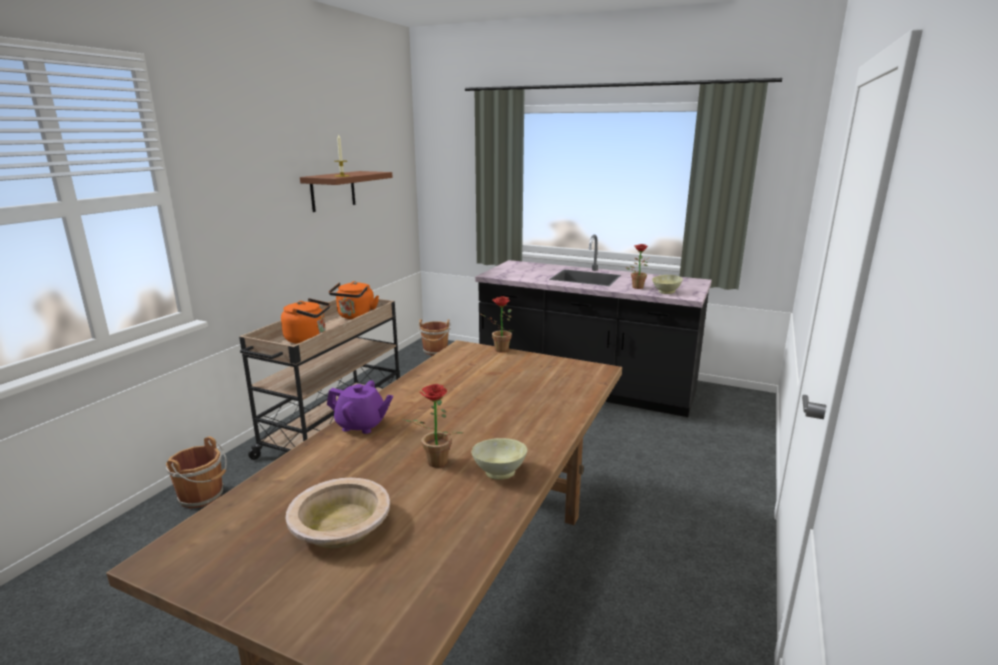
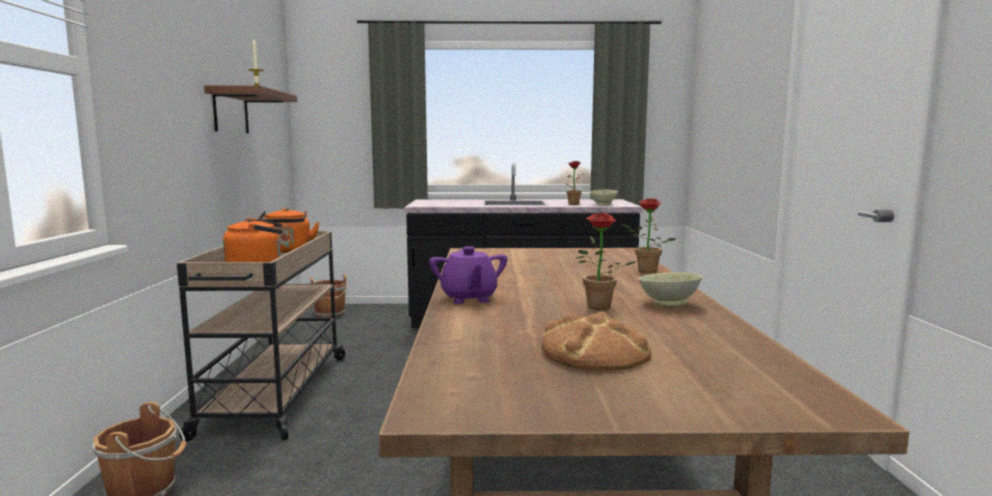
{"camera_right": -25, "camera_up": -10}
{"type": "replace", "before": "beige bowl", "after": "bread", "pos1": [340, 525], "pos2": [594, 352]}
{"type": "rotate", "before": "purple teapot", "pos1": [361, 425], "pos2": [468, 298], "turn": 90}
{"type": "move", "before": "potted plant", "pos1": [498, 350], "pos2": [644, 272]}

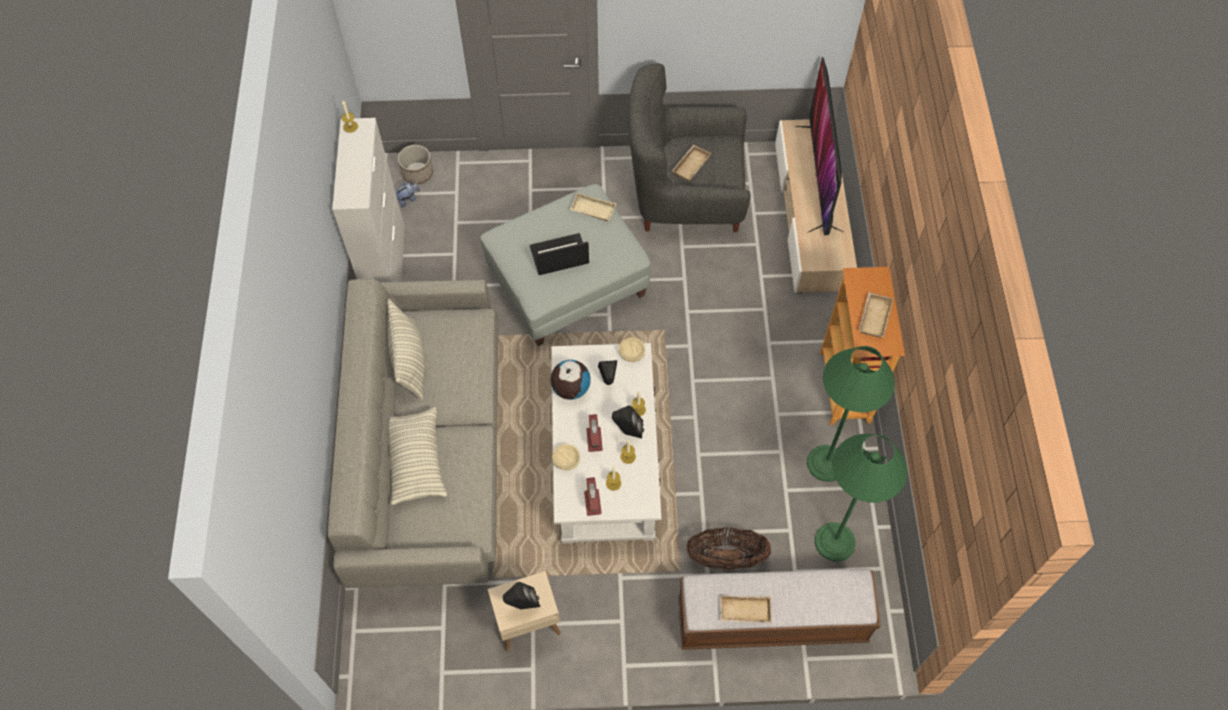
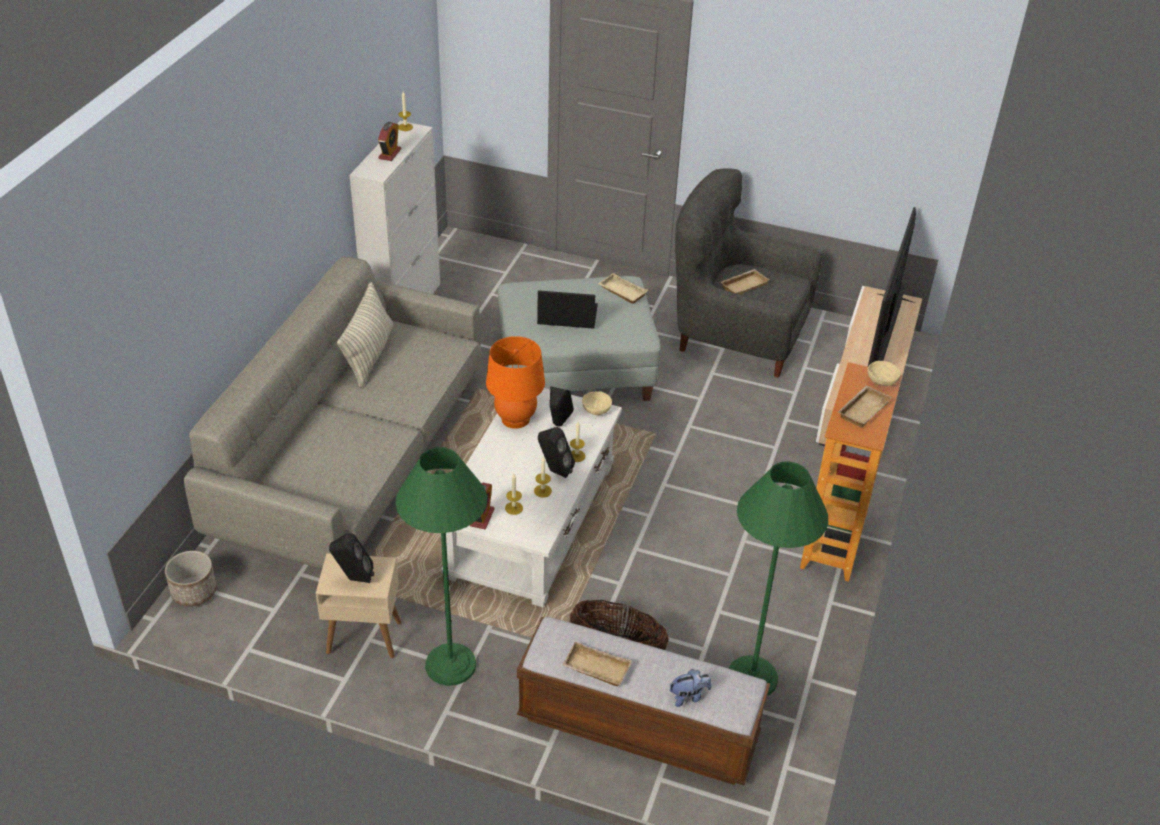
{"camera_right": 20, "camera_up": -20}
{"type": "delete", "before": "pillow", "pos1": [416, 461]}
{"type": "move", "before": "plush toy", "pos1": [408, 199], "pos2": [688, 696]}
{"type": "move", "before": "planter", "pos1": [417, 173], "pos2": [194, 591]}
{"type": "replace", "before": "globe", "after": "orange table lamp", "pos1": [570, 388], "pos2": [515, 419]}
{"type": "move", "before": "beige bowl", "pos1": [566, 461], "pos2": [881, 381]}
{"type": "move", "before": "alarm clock", "pos1": [594, 439], "pos2": [390, 154]}
{"type": "move", "before": "green floor lamp", "pos1": [826, 463], "pos2": [450, 665]}

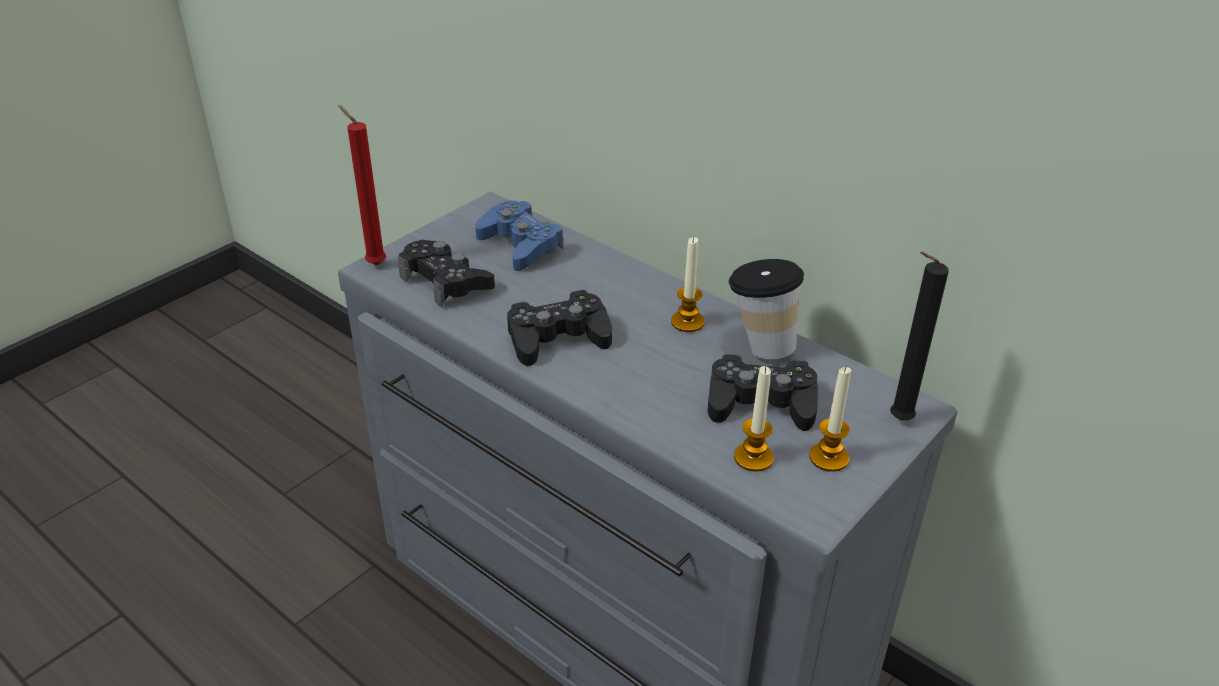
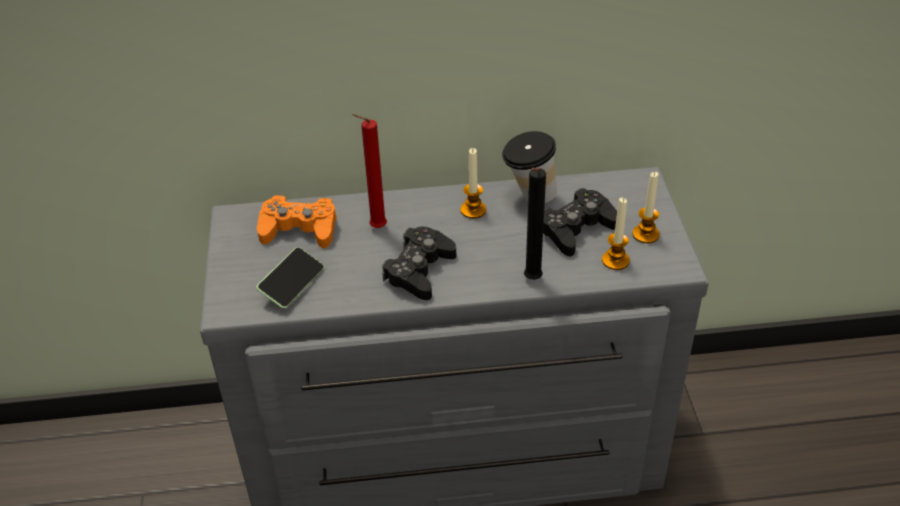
{"camera_right": -45, "camera_up": 5}
{"type": "move", "before": "red candle", "pos1": [373, 264], "pos2": [375, 228]}
{"type": "replace", "before": "black game controller", "after": "phone", "pos1": [446, 281], "pos2": [292, 285]}
{"type": "recolor", "before": "blue game controller", "after": "orange game controller", "pos1": [520, 245], "pos2": [299, 229]}
{"type": "move", "before": "black candle", "pos1": [896, 420], "pos2": [531, 281]}

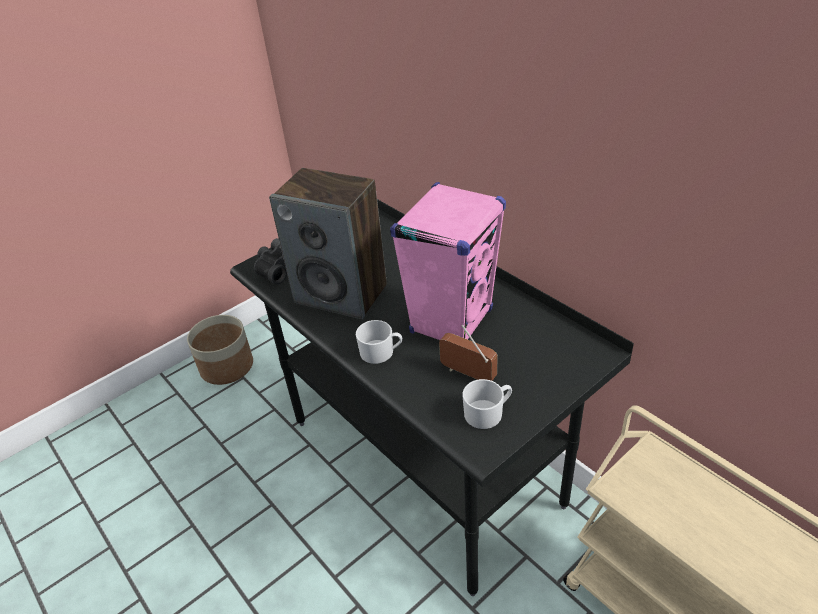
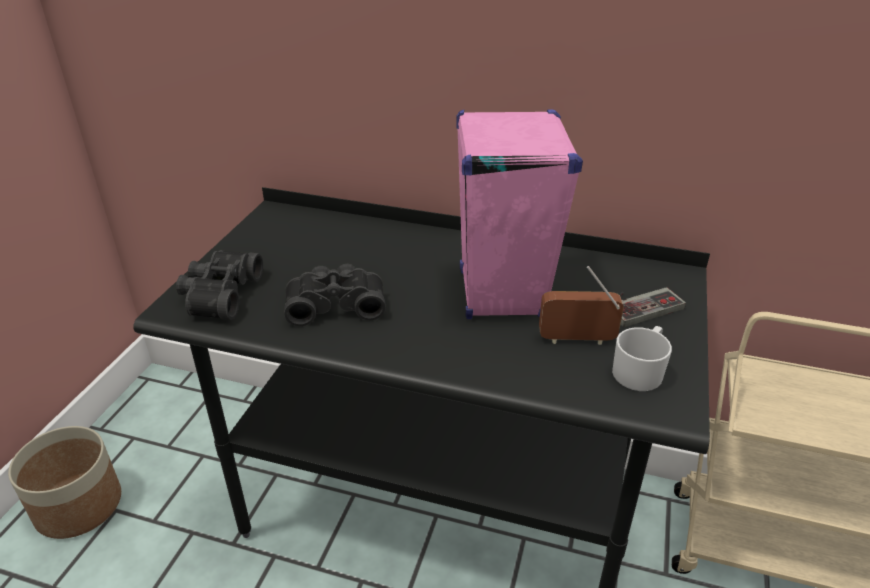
{"camera_right": -35, "camera_up": -5}
{"type": "replace", "before": "speaker", "after": "black binoculars", "pos1": [342, 294], "pos2": [335, 304]}
{"type": "delete", "before": "white mug", "pos1": [381, 352]}
{"type": "insert", "after": "game controller", "pos2": [639, 304]}

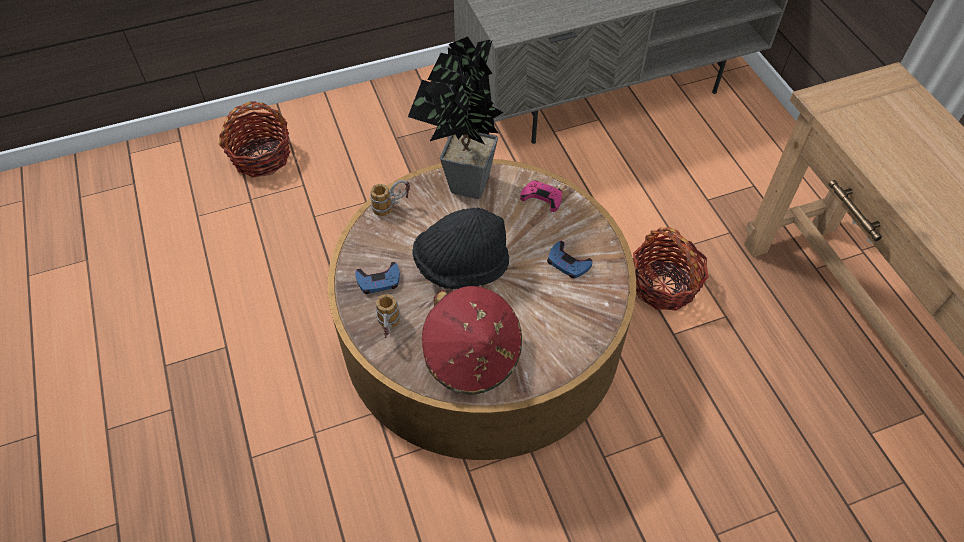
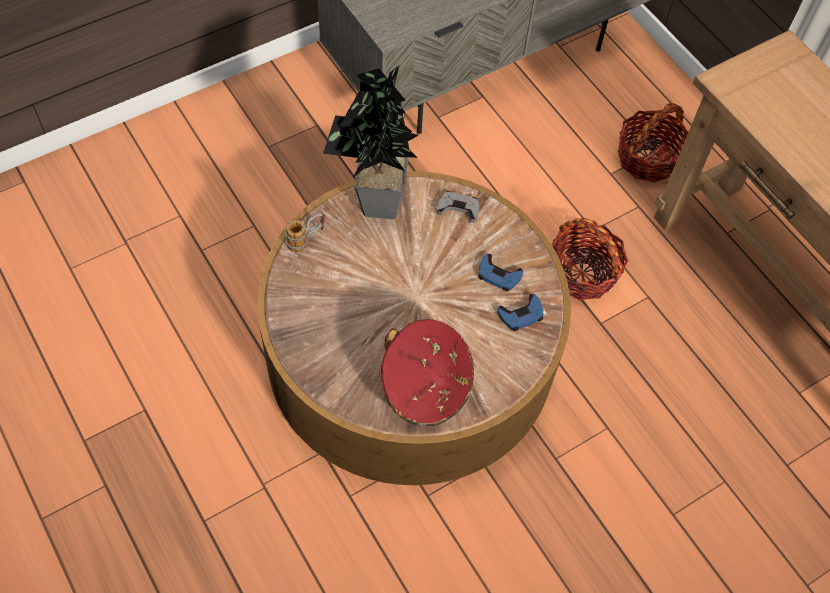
{"camera_right": -15, "camera_up": 5}
{"type": "move", "before": "basket", "pos1": [261, 156], "pos2": [648, 158]}
{"type": "move", "before": "blue game controller", "pos1": [379, 281], "pos2": [521, 315]}
{"type": "delete", "before": "mug", "pos1": [389, 328]}
{"type": "delete", "before": "black hat", "pos1": [461, 266]}
{"type": "recolor", "before": "pink game controller", "after": "grey game controller", "pos1": [542, 197], "pos2": [458, 208]}

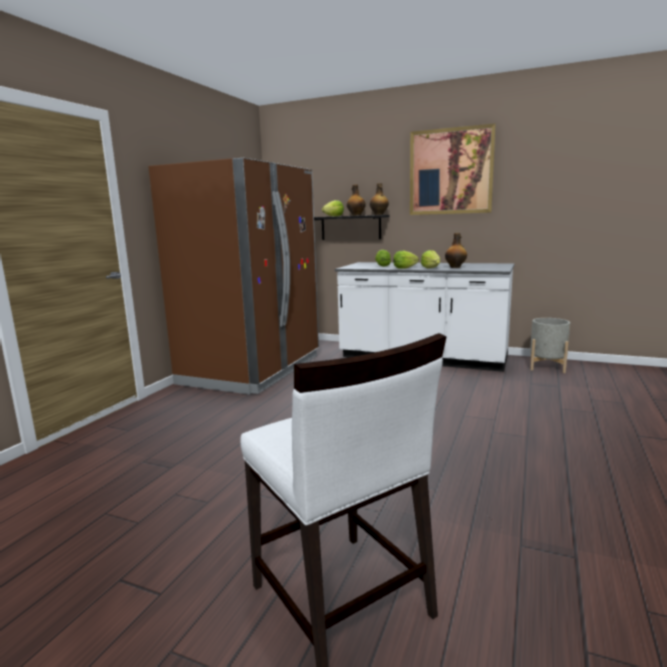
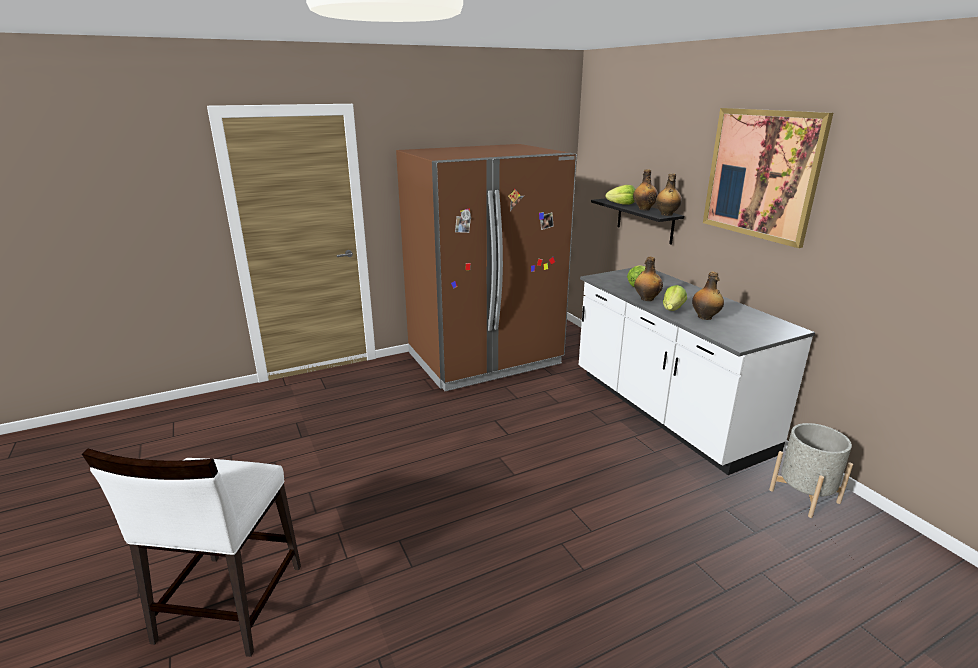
{"camera_right": 40, "camera_up": 10}
{"type": "replace", "before": "lettuce", "after": "bottle", "pos1": [404, 268], "pos2": [646, 299]}

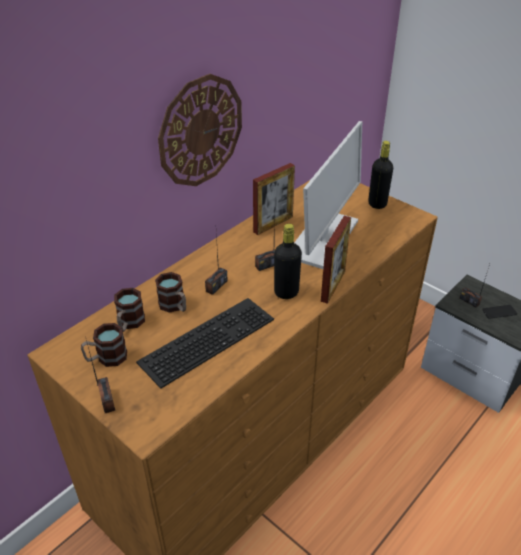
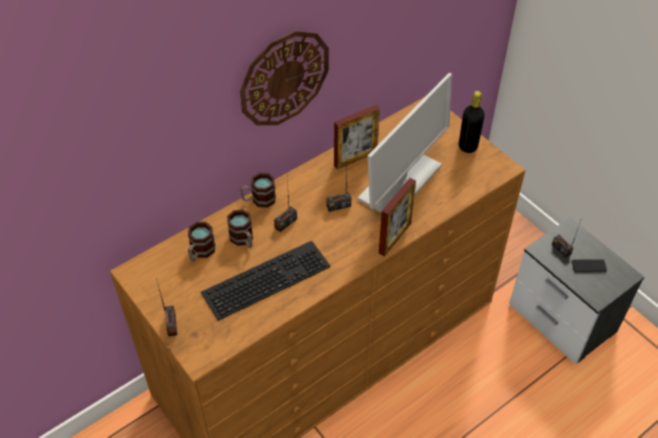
{"camera_right": 10, "camera_up": 10}
{"type": "move", "before": "mug", "pos1": [106, 358], "pos2": [259, 200]}
{"type": "delete", "before": "black bottle", "pos1": [286, 292]}

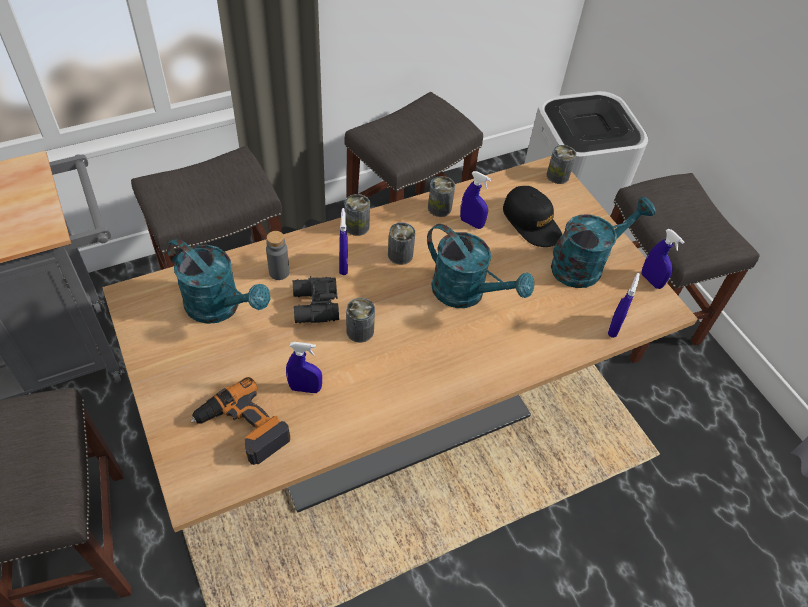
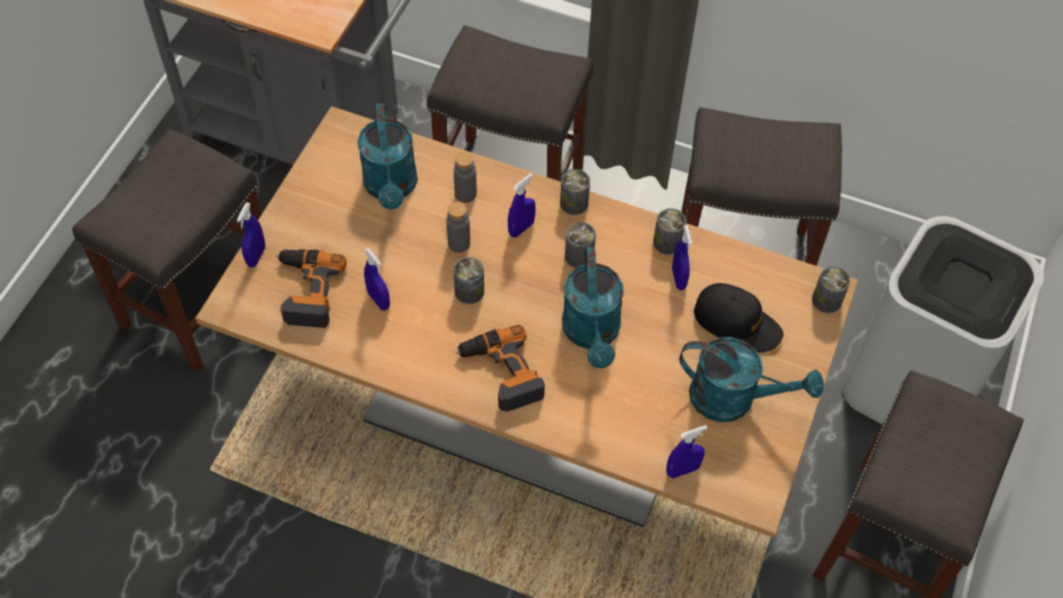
{"camera_right": 50, "camera_up": 5}
{"type": "replace", "before": "black binoculars", "after": "grey bottle", "pos1": [314, 306], "pos2": [459, 243]}
{"type": "rotate", "before": "black cap", "pos1": [532, 222], "pos2": [737, 323], "turn": -75}
{"type": "move", "before": "blue spray bottle", "pos1": [651, 280], "pos2": [256, 256]}
{"type": "insert", "after": "power drill", "pos2": [501, 373]}

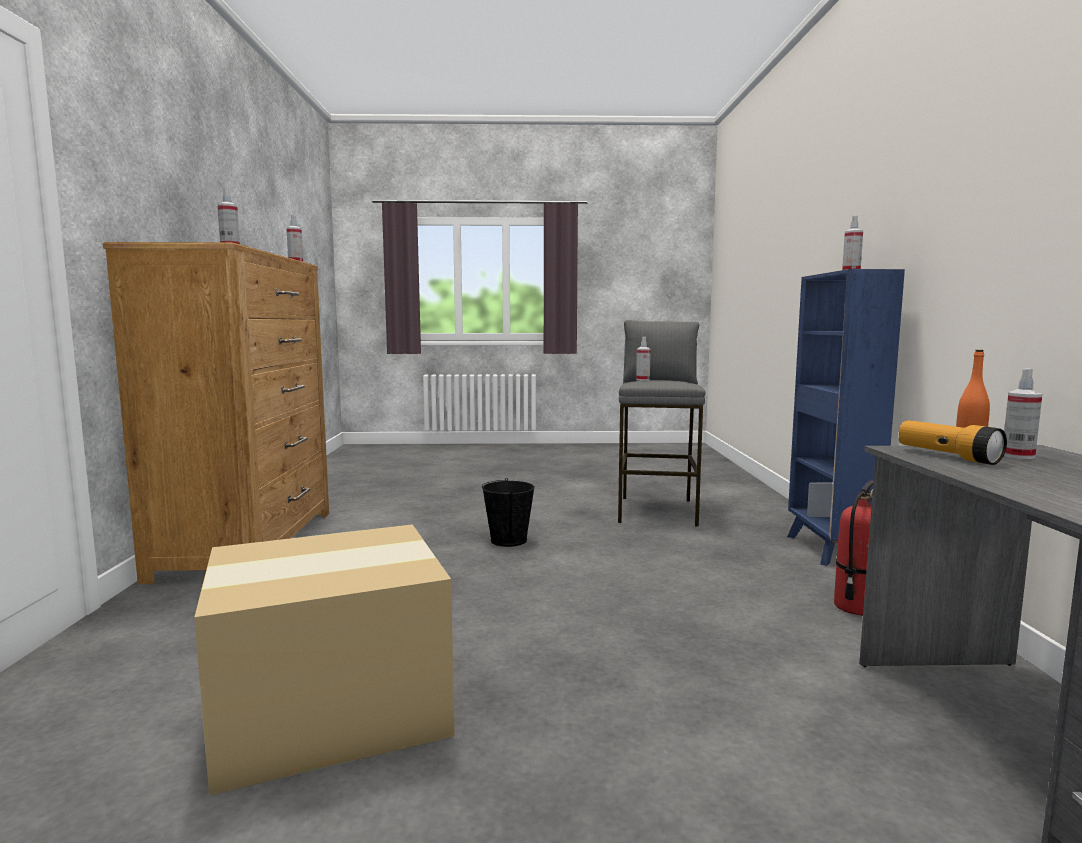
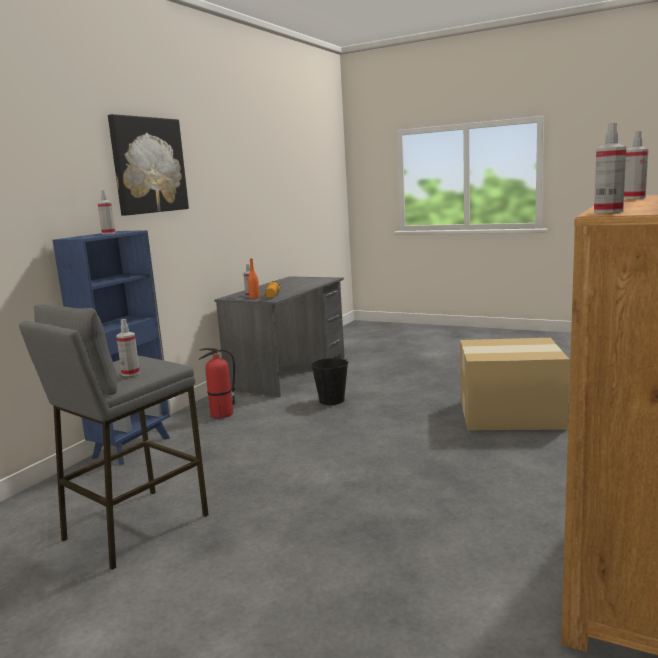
{"camera_right": -150, "camera_up": 5}
{"type": "move", "before": "black bucket", "pos1": [509, 540], "pos2": [331, 400]}
{"type": "insert", "after": "picture", "pos2": [148, 165]}

